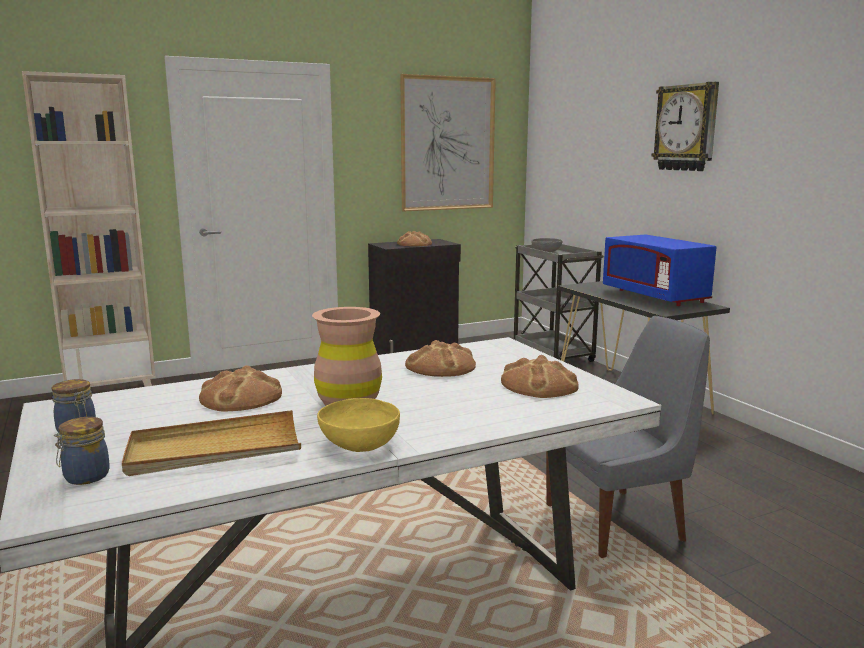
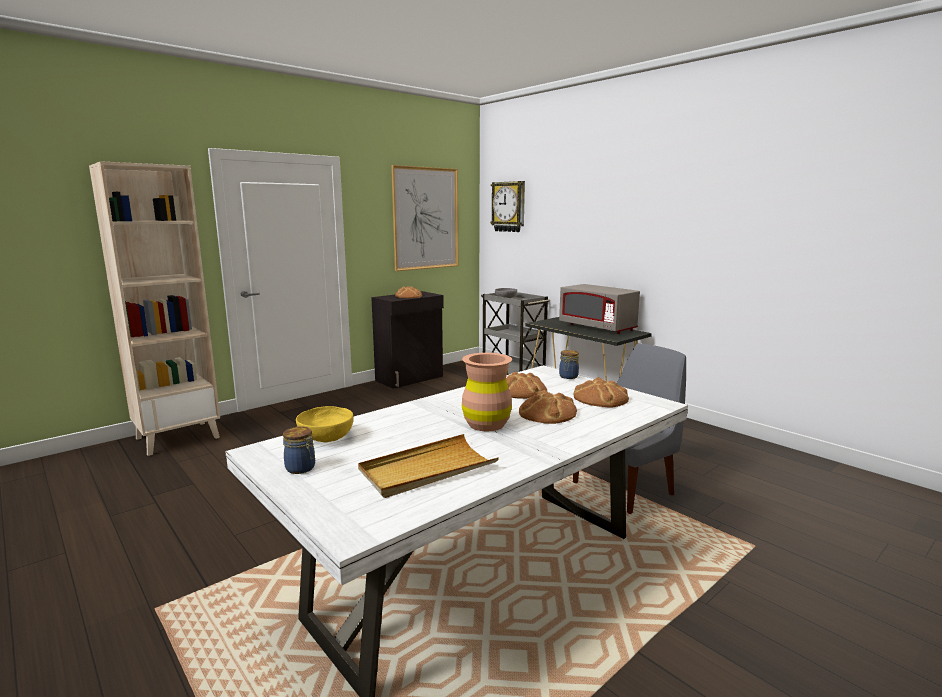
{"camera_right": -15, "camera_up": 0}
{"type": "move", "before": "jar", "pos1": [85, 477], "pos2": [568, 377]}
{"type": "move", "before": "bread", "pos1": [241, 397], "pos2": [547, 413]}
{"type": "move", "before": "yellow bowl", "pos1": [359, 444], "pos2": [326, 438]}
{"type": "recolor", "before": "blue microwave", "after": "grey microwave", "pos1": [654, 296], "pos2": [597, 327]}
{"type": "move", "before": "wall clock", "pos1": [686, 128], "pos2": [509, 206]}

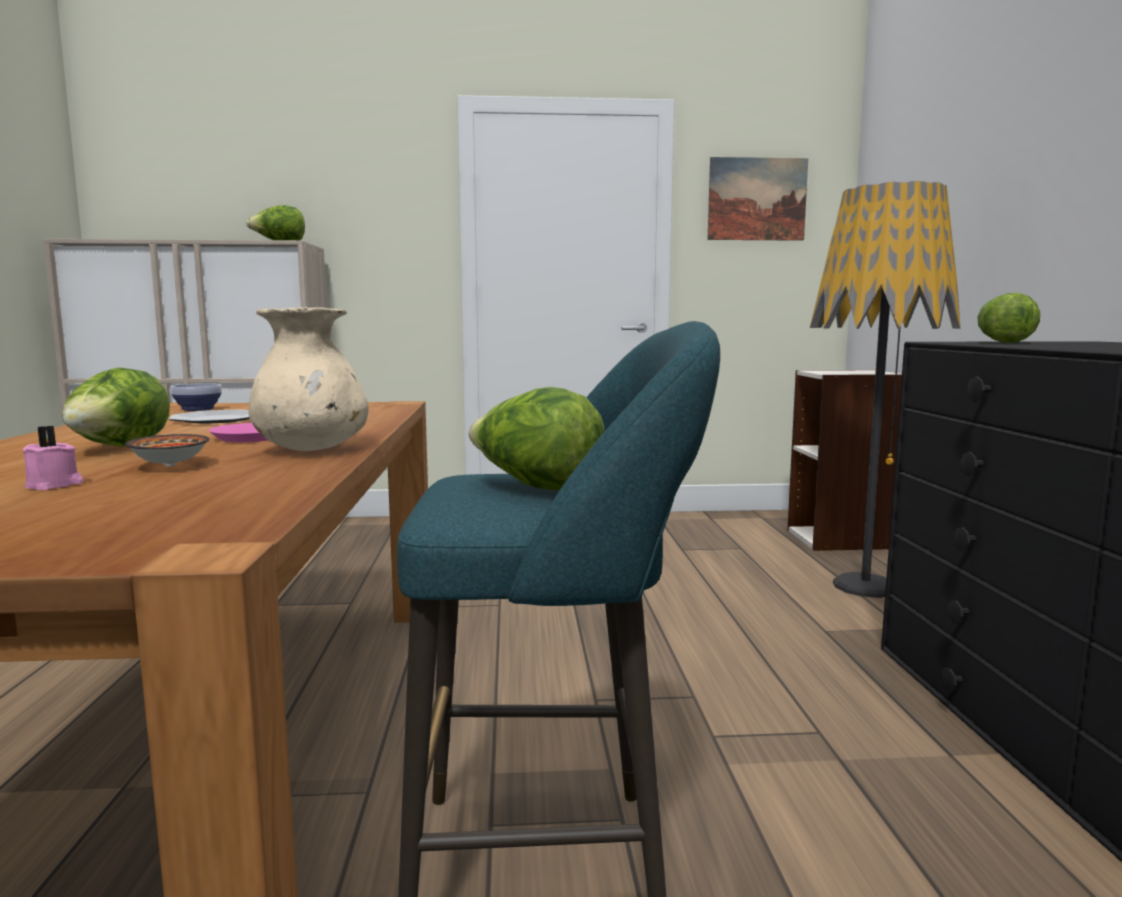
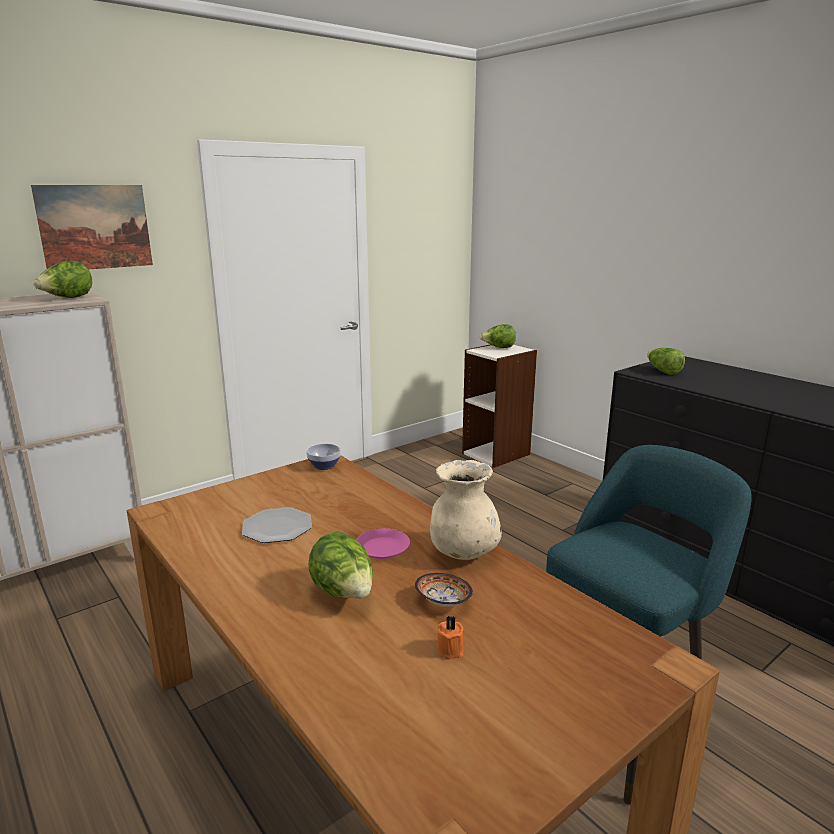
{"camera_right": -35, "camera_up": 10}
{"type": "recolor", "before": "pink candle", "after": "orange candle", "pos1": [55, 485], "pos2": [451, 649]}
{"type": "move", "before": "bowl", "pos1": [198, 409], "pos2": [325, 466]}
{"type": "move", "before": "lettuce", "pos1": [536, 487], "pos2": [498, 348]}
{"type": "move", "before": "picture", "pos1": [757, 199], "pos2": [95, 227]}
{"type": "delete", "before": "floor lamp", "pos1": [865, 586]}

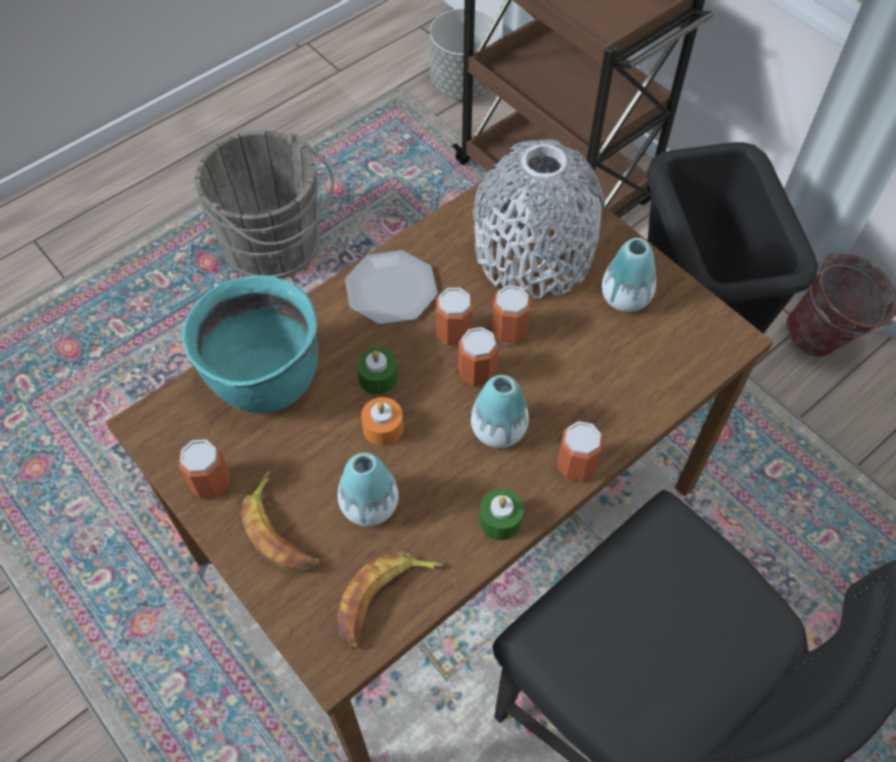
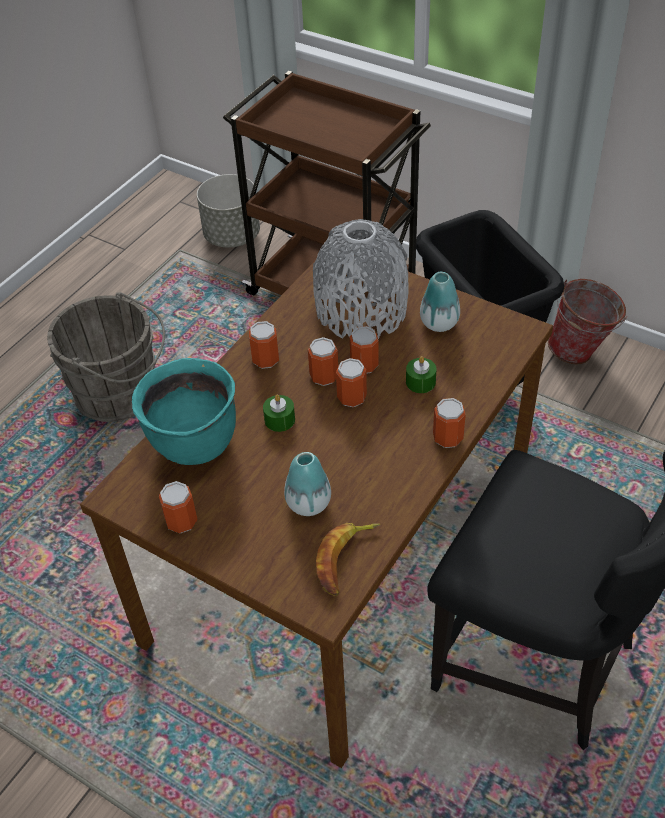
{"camera_right": -15, "camera_up": -10}
{"type": "delete", "before": "banana", "pos1": [281, 530]}
{"type": "replace", "before": "plate", "after": "can", "pos1": [392, 289], "pos2": [265, 360]}
{"type": "delete", "before": "orange candle", "pos1": [383, 428]}
{"type": "delete", "before": "vase", "pos1": [498, 430]}
{"type": "move", "before": "green candle", "pos1": [500, 520], "pos2": [420, 382]}

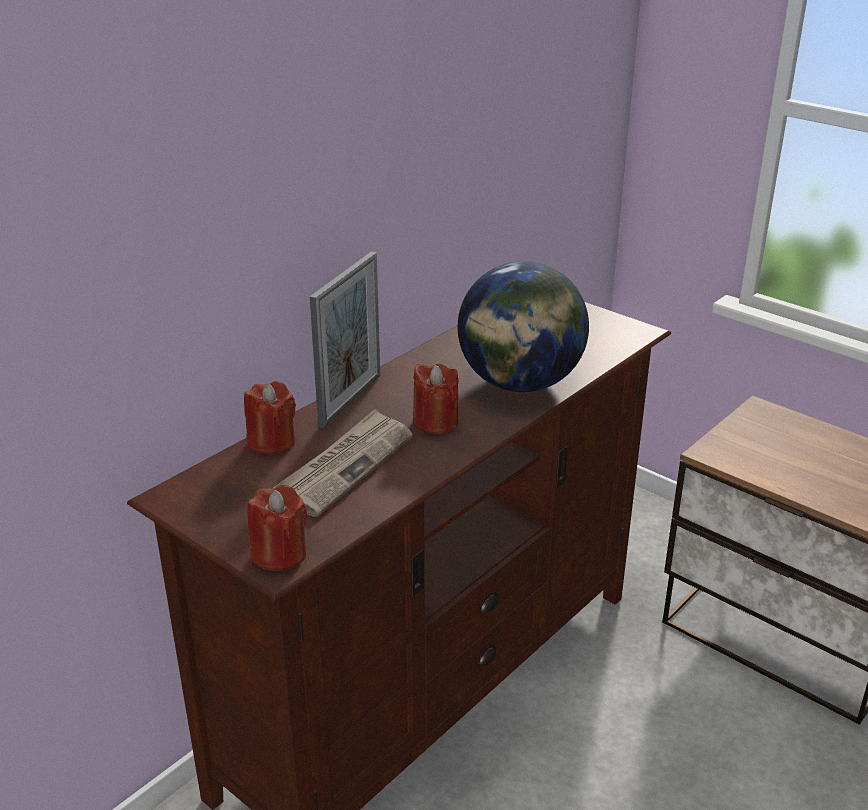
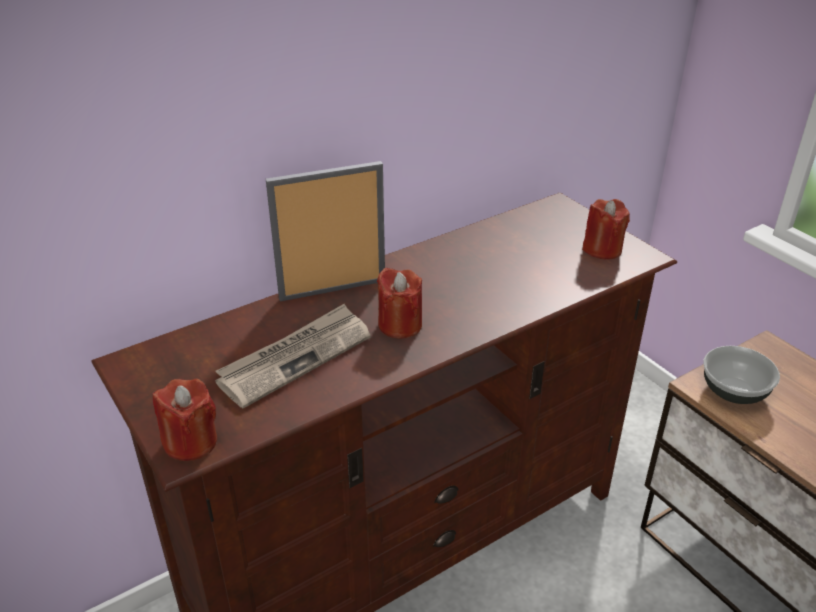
{"camera_right": 15, "camera_up": 5}
{"type": "move", "before": "red candle", "pos1": [272, 442], "pos2": [602, 249]}
{"type": "rotate", "before": "picture frame", "pos1": [350, 400], "pos2": [332, 289], "turn": -150}
{"type": "delete", "before": "globe", "pos1": [520, 383]}
{"type": "insert", "after": "bowl", "pos2": [734, 392]}

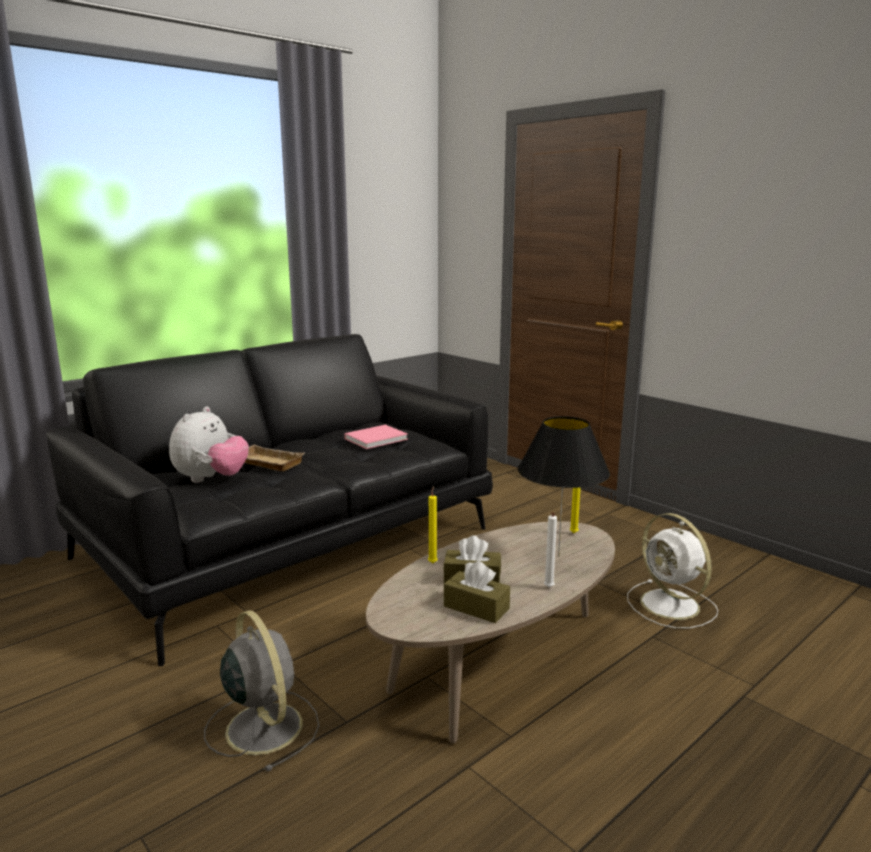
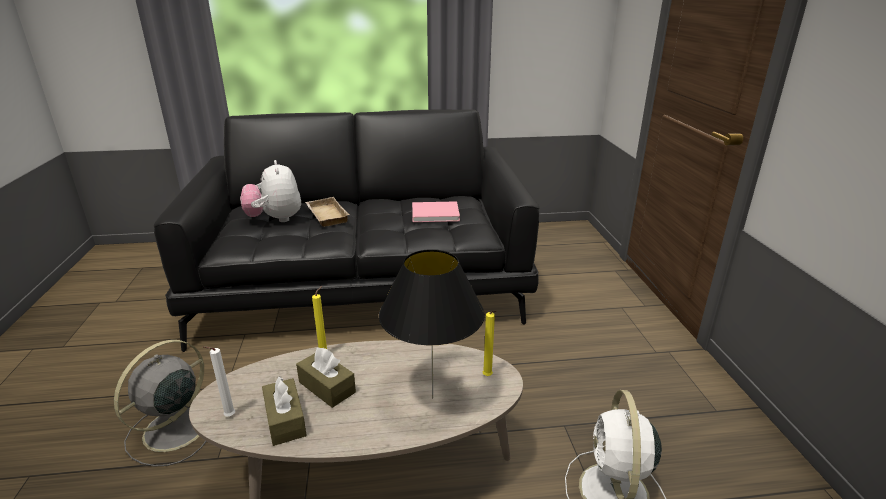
{"camera_right": 35, "camera_up": 10}
{"type": "rotate", "before": "plush toy", "pos1": [211, 479], "pos2": [275, 219], "turn": 105}
{"type": "rotate", "before": "grey fan", "pos1": [263, 726], "pos2": [173, 430], "turn": -150}
{"type": "move", "before": "white candle", "pos1": [548, 588], "pos2": [228, 416]}

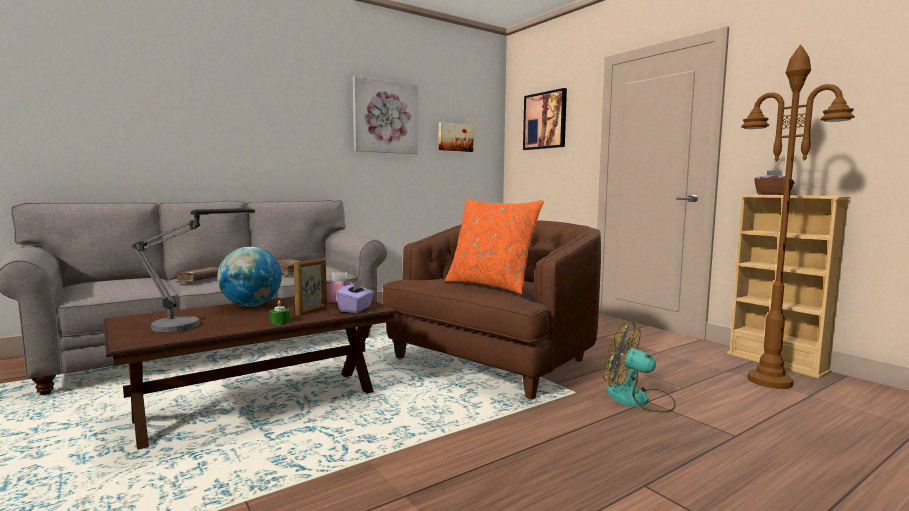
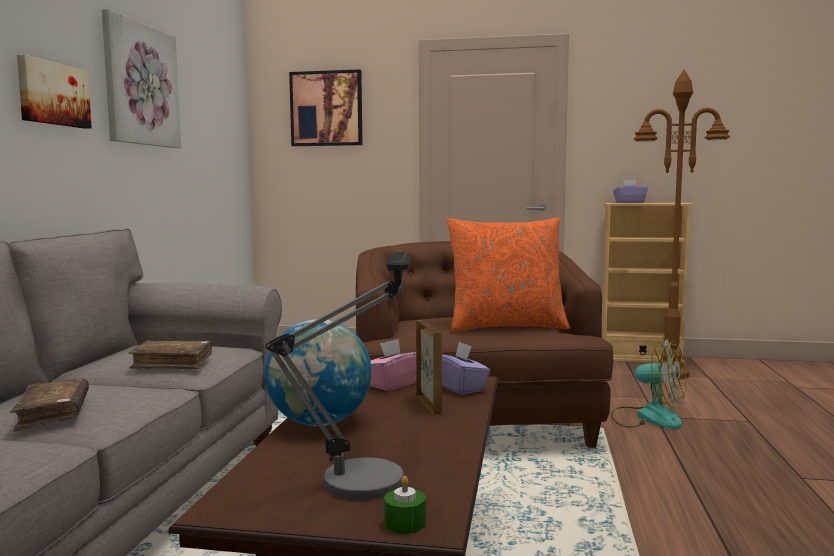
{"camera_right": -45, "camera_up": 0}
{"type": "move", "before": "green candle", "pos1": [280, 322], "pos2": [405, 523]}
{"type": "move", "before": "picture", "pos1": [455, 137], "pos2": [52, 94]}
{"type": "rotate", "before": "fan", "pos1": [638, 399], "pos2": [648, 417], "turn": -135}
{"type": "recolor", "before": "brown tissue box", "after": "purple tissue box", "pos1": [773, 194], "pos2": [629, 202]}

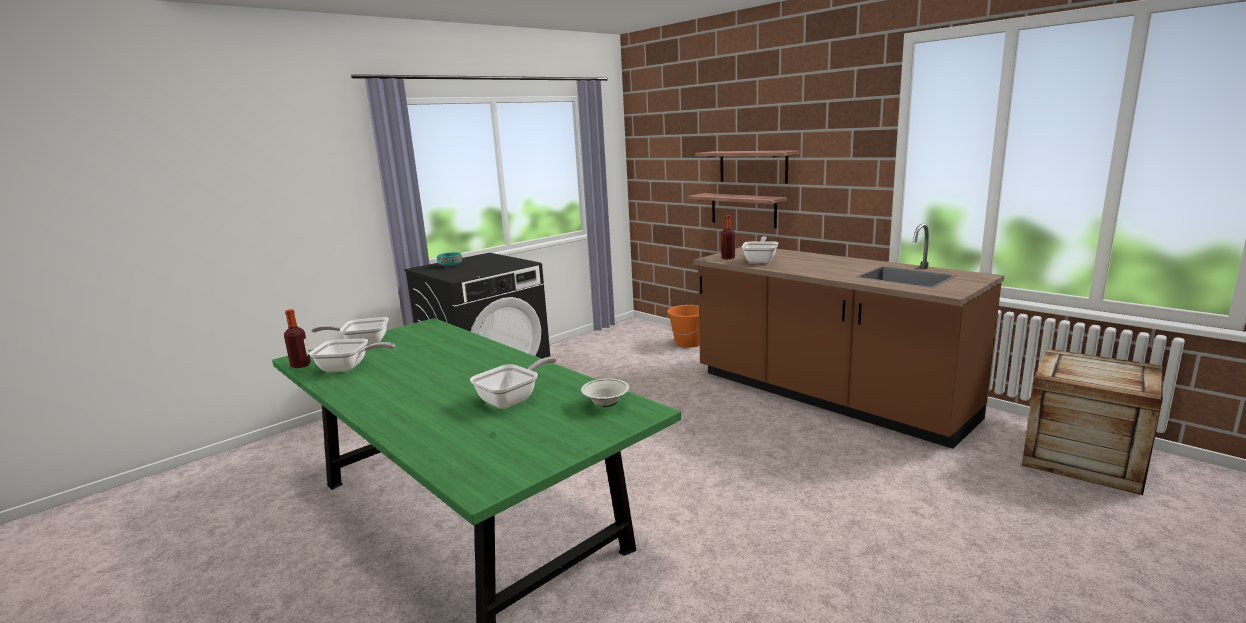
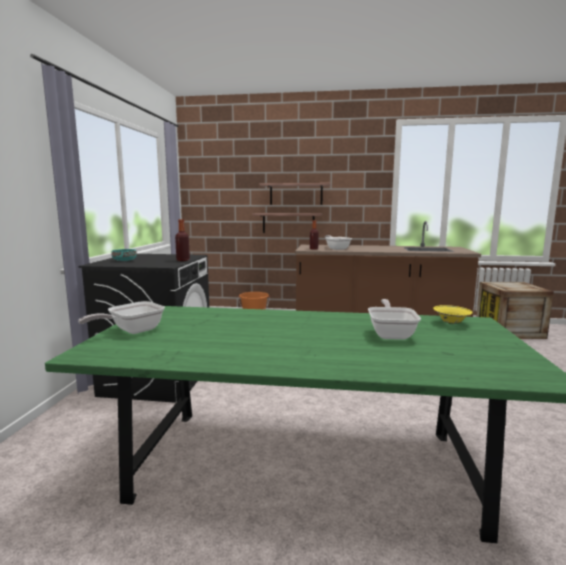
{"camera_right": -40, "camera_up": -5}
{"type": "move", "before": "bottle", "pos1": [301, 365], "pos2": [183, 260]}
{"type": "delete", "before": "frying pan", "pos1": [349, 368]}
{"type": "recolor", "before": "white bowl", "after": "yellow bowl", "pos1": [606, 405], "pos2": [451, 323]}

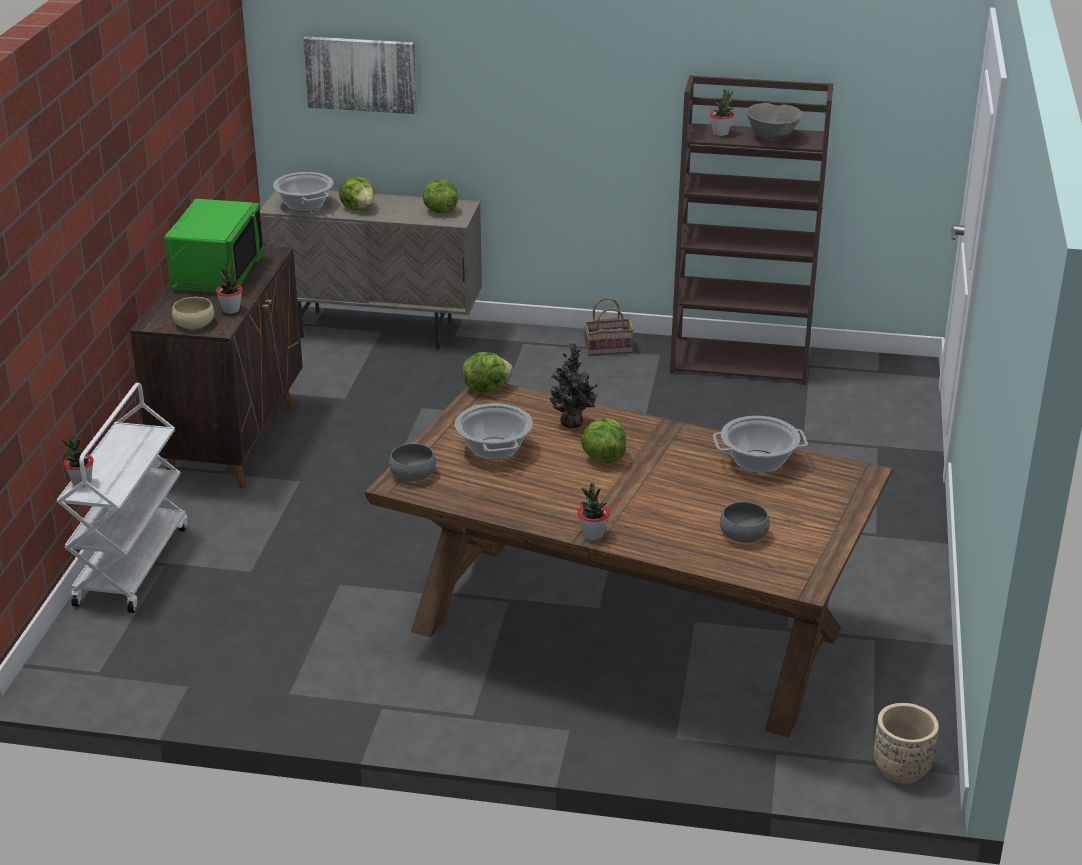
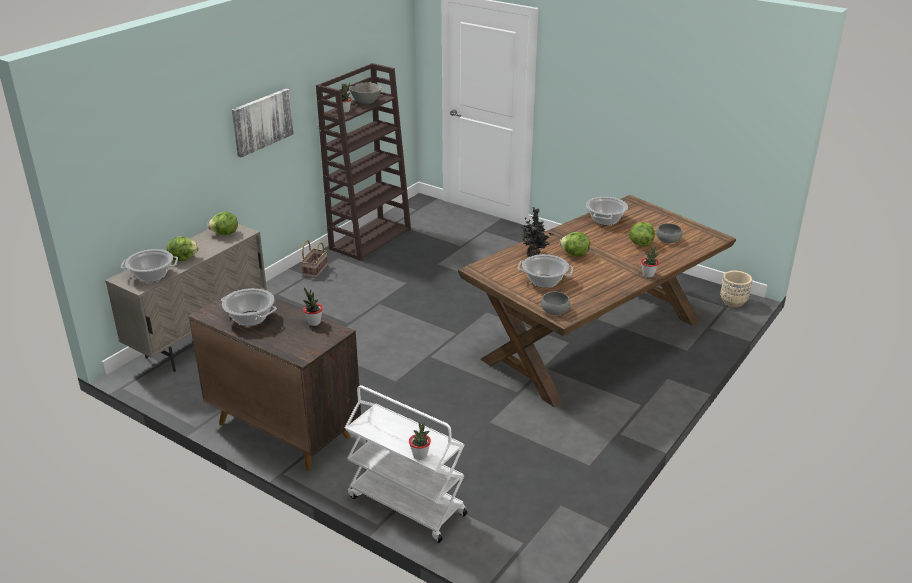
{"camera_right": -65, "camera_up": 0}
{"type": "replace", "before": "green microwave", "after": "cooking pot", "pos1": [216, 273], "pos2": [250, 318]}
{"type": "delete", "before": "beige bowl", "pos1": [194, 323]}
{"type": "move", "before": "picture", "pos1": [361, 74], "pos2": [262, 121]}
{"type": "move", "before": "lettuce", "pos1": [485, 388], "pos2": [640, 244]}

